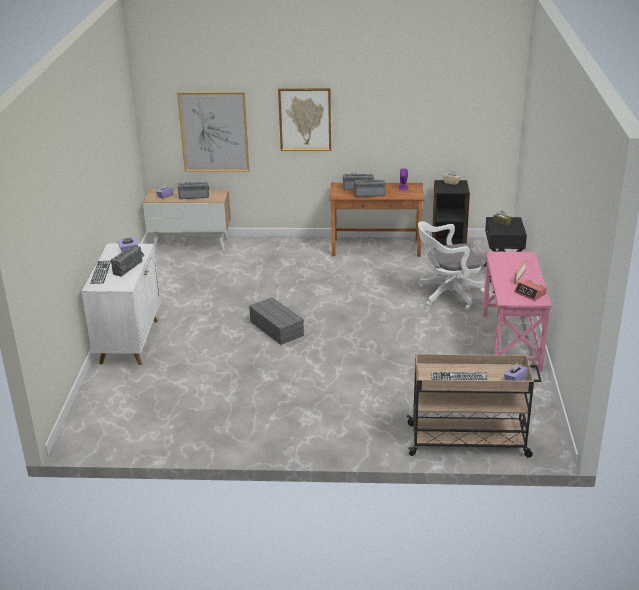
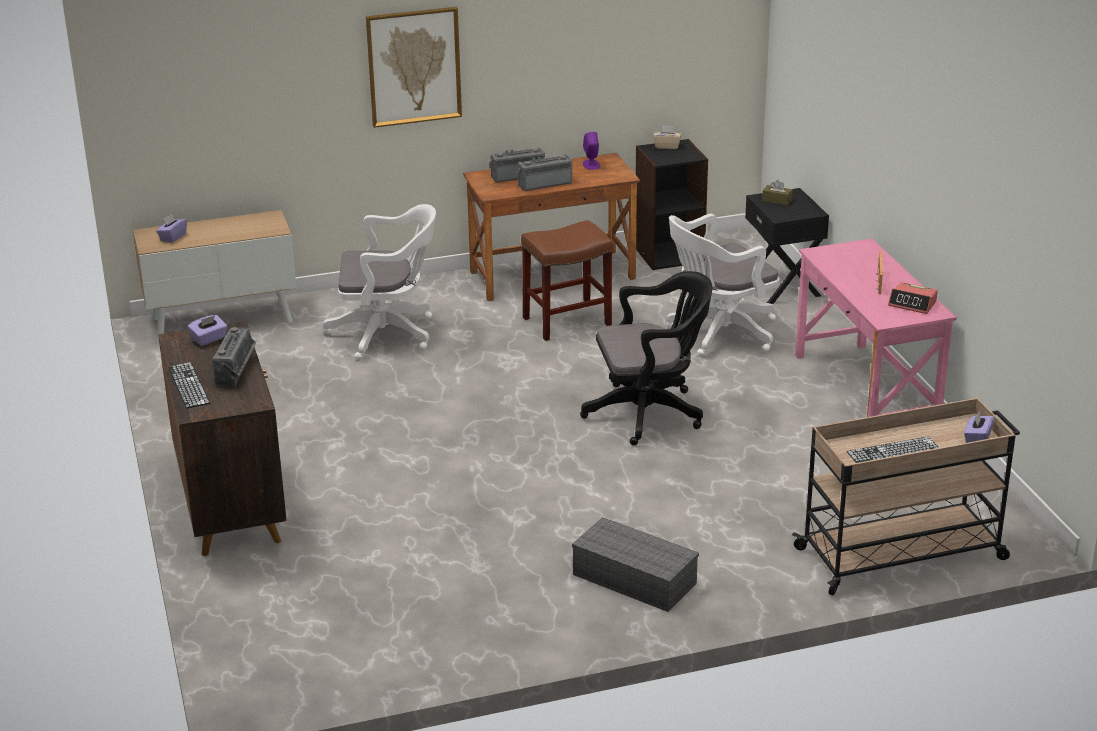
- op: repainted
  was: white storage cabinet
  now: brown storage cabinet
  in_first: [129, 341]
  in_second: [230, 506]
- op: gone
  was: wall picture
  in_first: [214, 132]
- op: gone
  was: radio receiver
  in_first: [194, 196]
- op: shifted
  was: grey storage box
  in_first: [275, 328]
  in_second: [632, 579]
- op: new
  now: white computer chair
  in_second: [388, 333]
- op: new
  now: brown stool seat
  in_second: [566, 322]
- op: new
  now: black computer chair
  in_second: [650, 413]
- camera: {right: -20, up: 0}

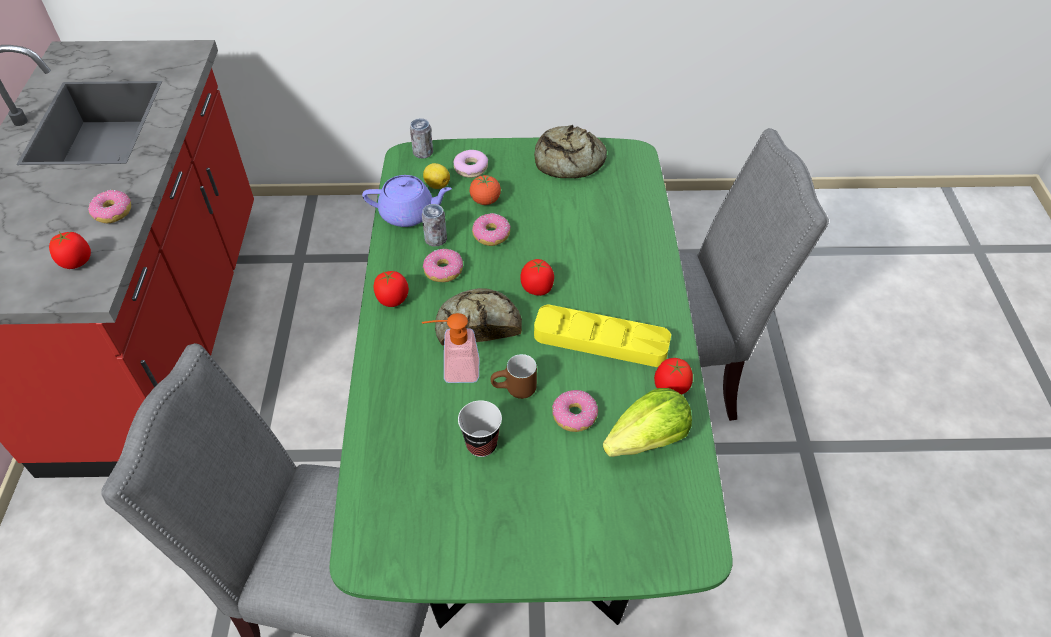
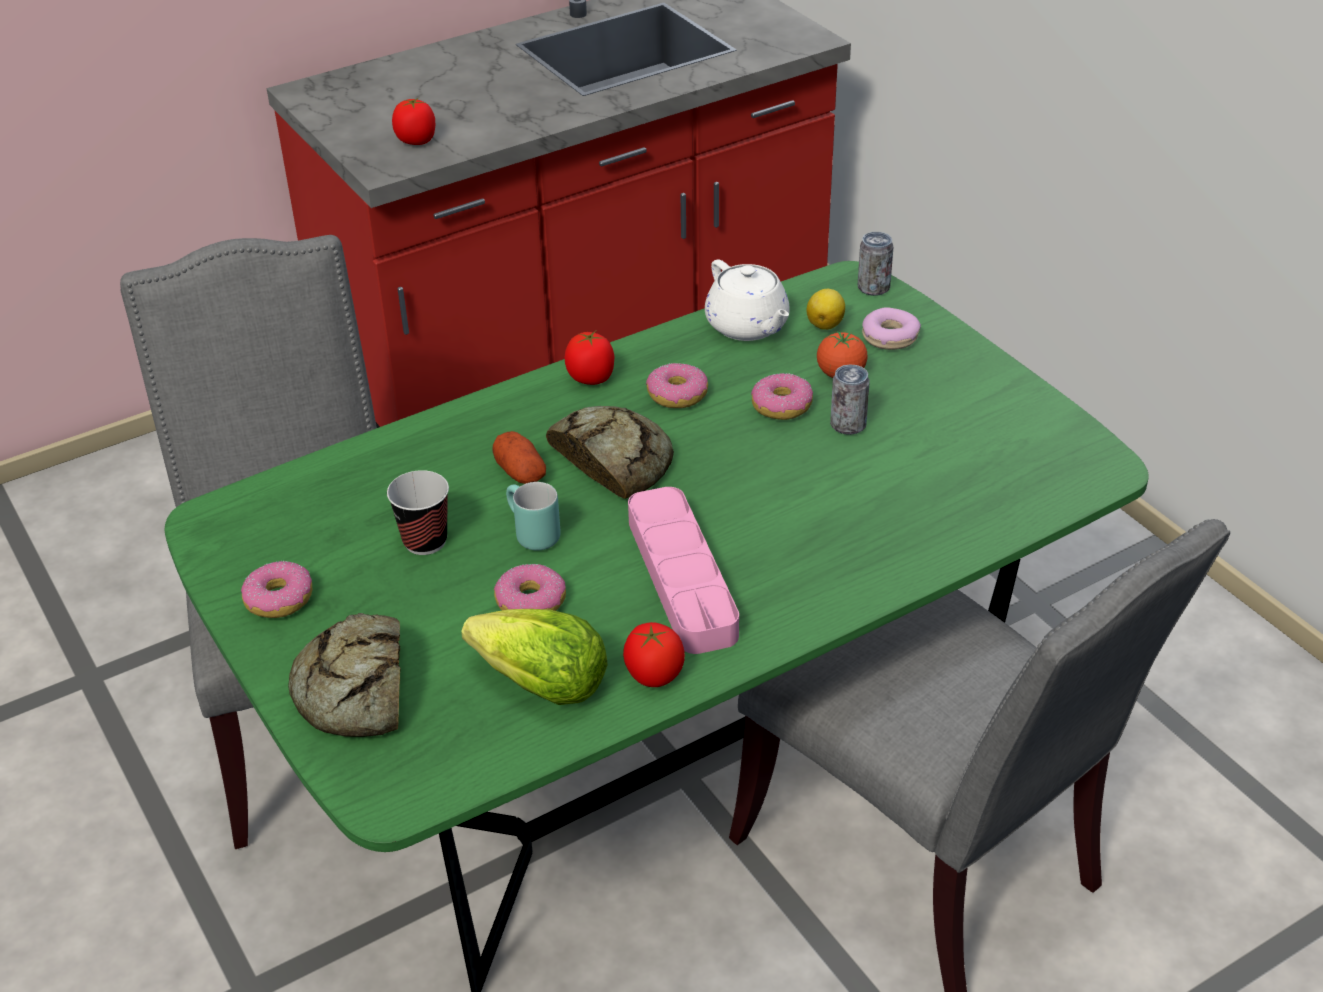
- op: shifted
  was: donut
  in_first: [112, 212]
  in_second: [279, 599]
- op: repainted
  was: purple-coloured pot for tea
  now: white pot for tea
  in_first: [408, 214]
  in_second: [748, 326]
- op: shifted
  was: sealed can
  in_first: [436, 239]
  in_second: [848, 425]
- op: swapped
  was: soap bottle
  now: whole potato
  in_first: [454, 370]
  in_second: [520, 472]
- op: repainted
  was: brown coffee mug
  now: blue-green coffee mug
  in_first: [515, 391]
  in_second: [529, 534]
- op: gone
  was: tomato
  in_first: [537, 288]
- op: shifted
  was: bread
  in_first: [568, 161]
  in_second: [356, 689]
- op: repainted
  was: yellow carrying tray
  now: pink carrying tray
  in_first: [601, 340]
  in_second: [681, 577]
- camera: {right: 60, up: -10}

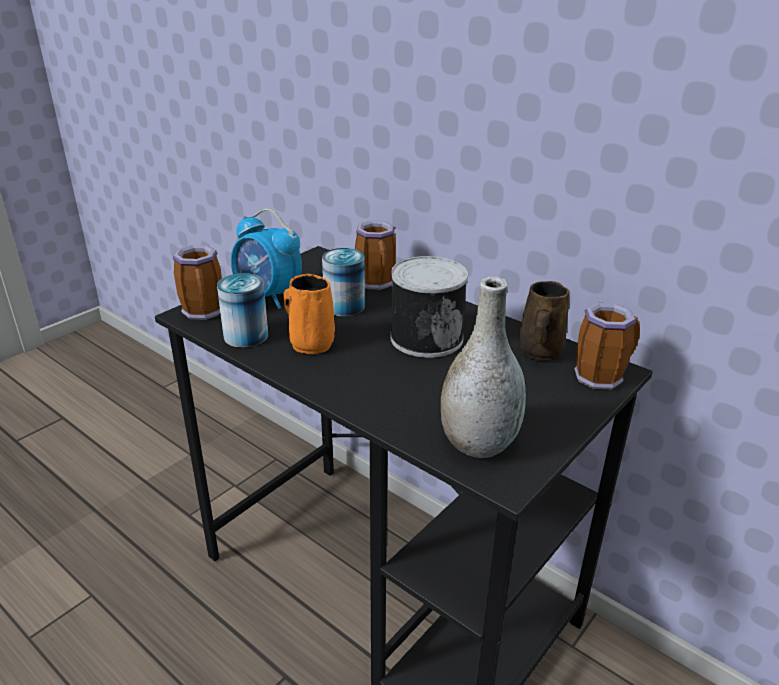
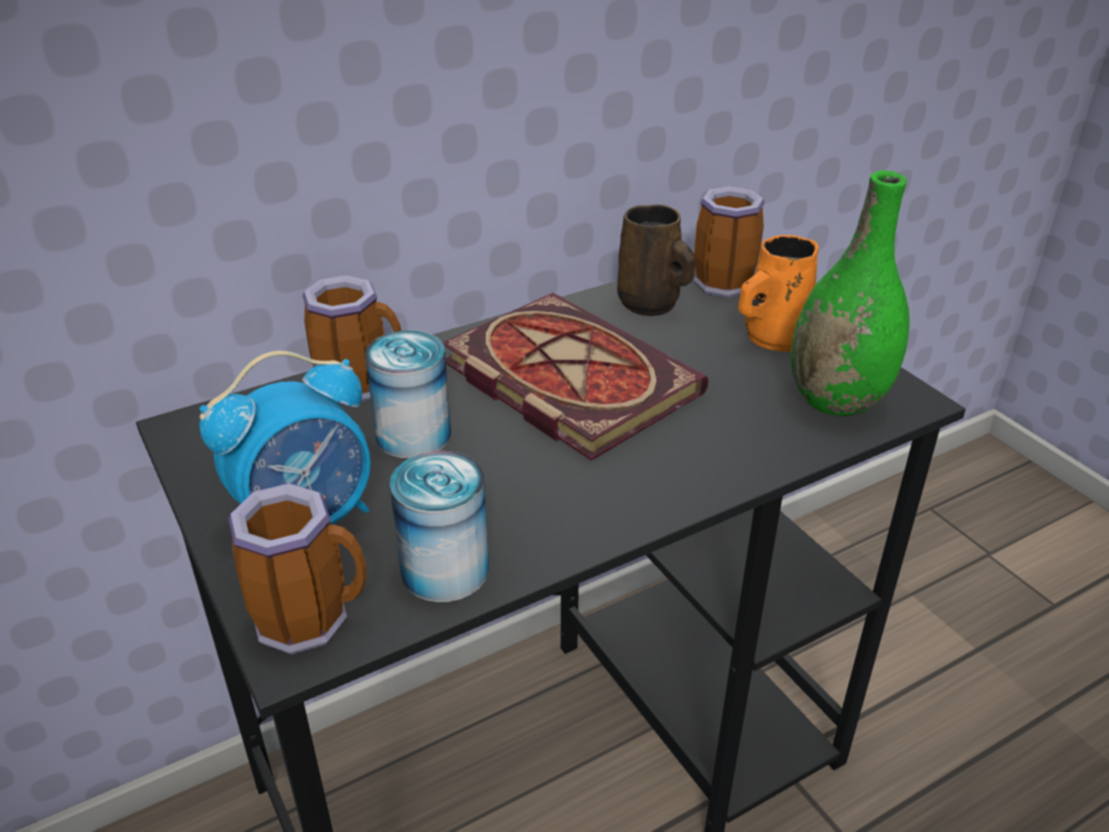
- op: shifted
  was: orangey coffee mug
  in_first: [310, 343]
  in_second: [772, 338]
- op: swapped
  was: sealed can
  now: bound book
  in_first: [426, 337]
  in_second: [562, 379]
- op: repainted
  was: grey vase
  now: greenish vase
  in_first: [478, 444]
  in_second: [837, 400]
- camera: {right: -70, up: 5}

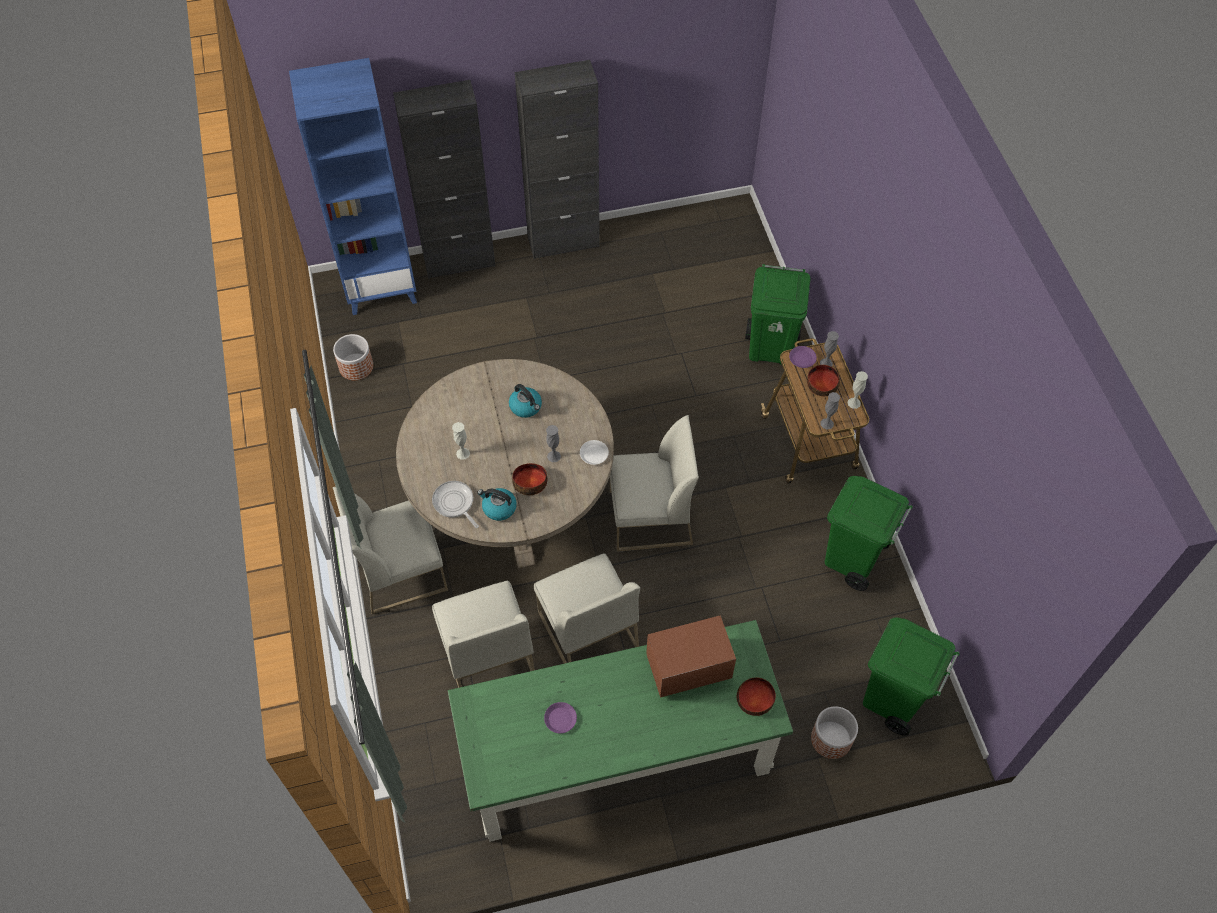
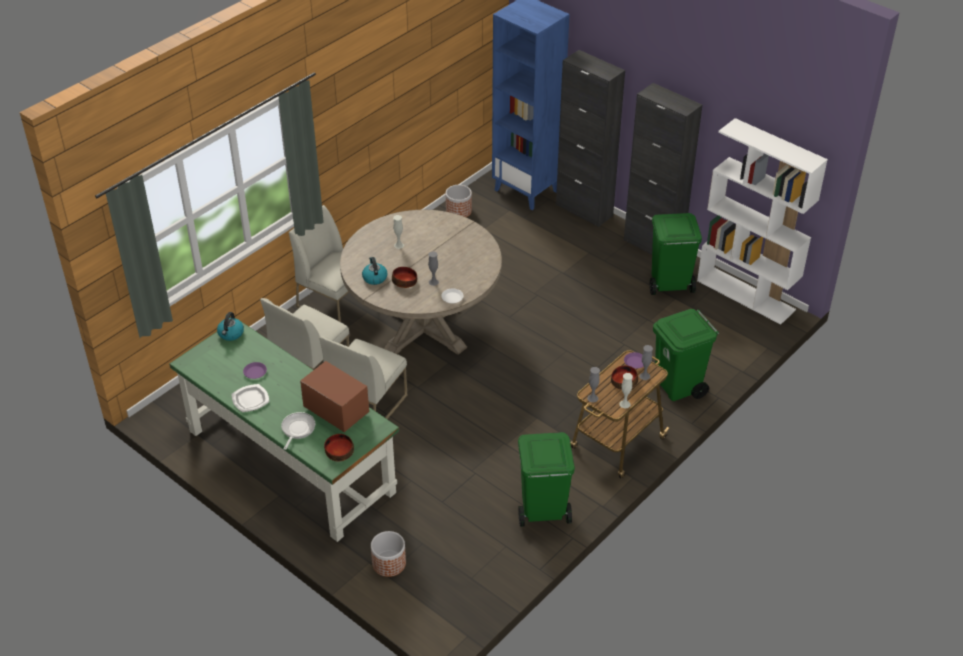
- op: shifted
  was: pan
  in_first: [454, 503]
  in_second: [297, 429]
- op: shifted
  was: water kettle
  in_first: [526, 407]
  in_second: [231, 334]
- op: gone
  was: white upright chair
  in_first: [650, 518]
- op: shifted
  was: greenish trash can
  in_first: [892, 699]
  in_second: [669, 285]
- op: new
  now: dinner plate
  in_second: [250, 399]
- op: new
  now: white bookshelf
  in_second: [746, 295]
- camera: {right: 55, up: -15}

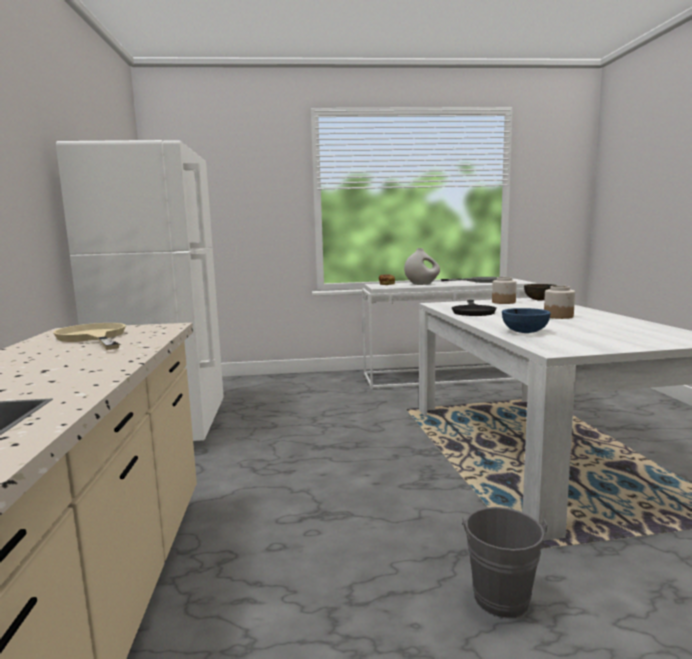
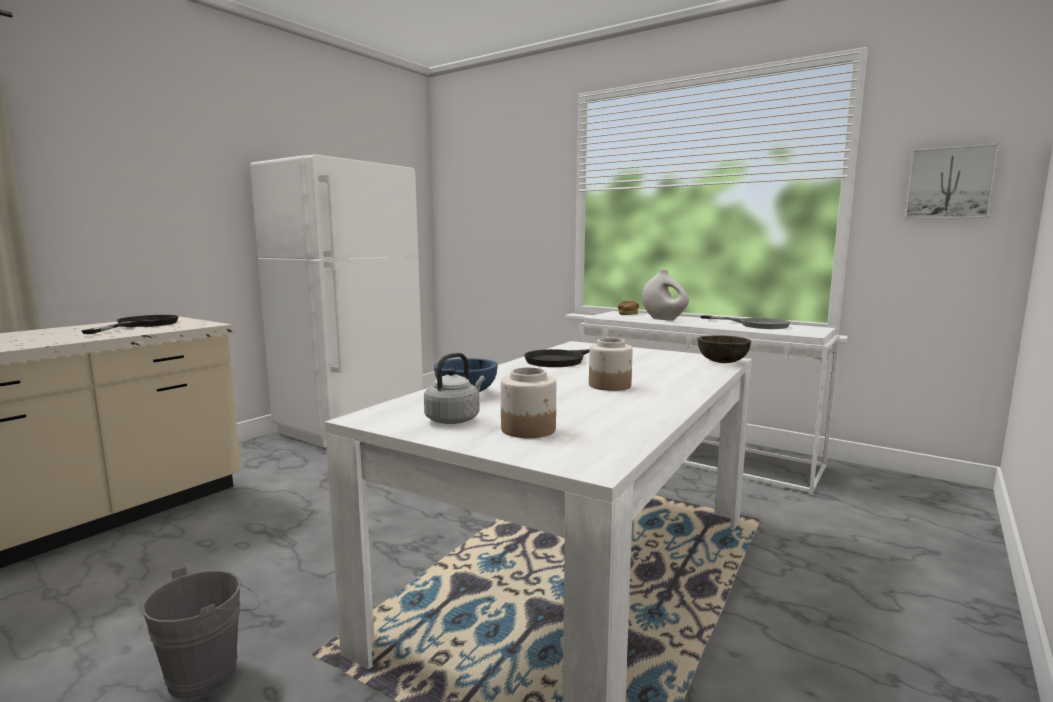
- op: repainted
  was: beige pan
  now: black pan
  in_first: [93, 337]
  in_second: [141, 325]
- op: shifted
  was: jar
  in_first: [504, 302]
  in_second: [529, 429]
- op: new
  now: grey water kettle
  in_second: [454, 419]
- op: new
  now: wall picture
  in_second: [949, 183]
- camera: {right: 40, up: 0}

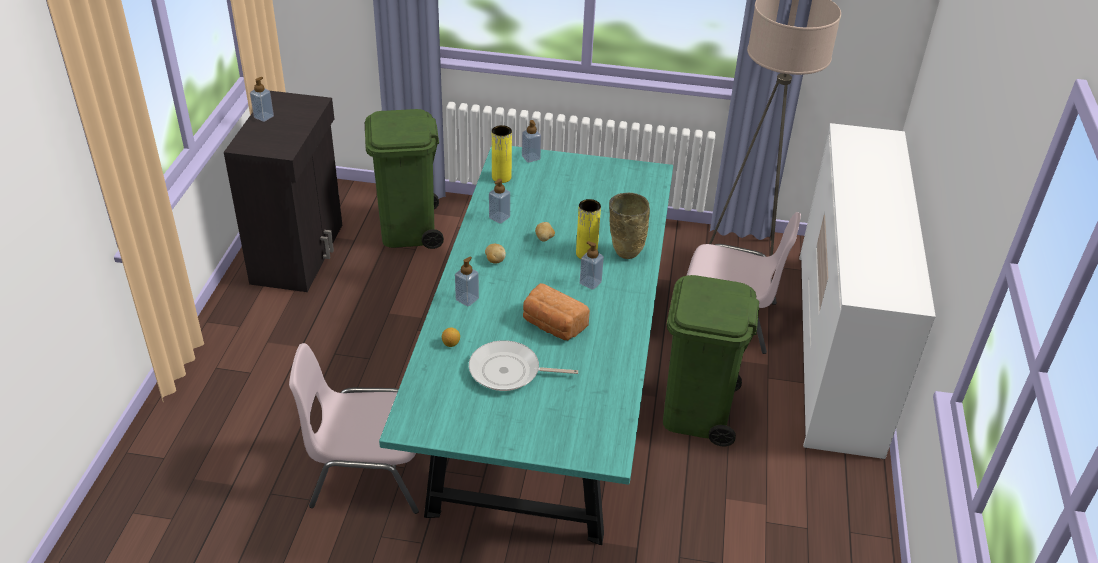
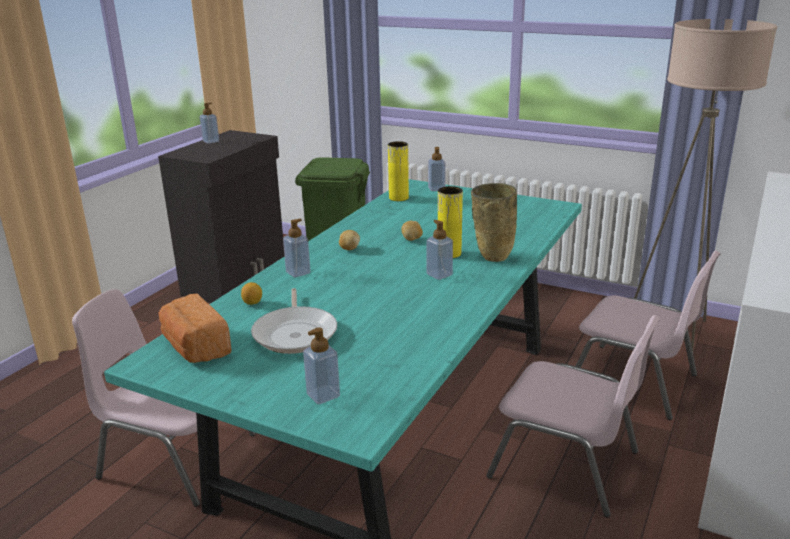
- op: rotated
  was: pan
  in_first: [509, 372]
  in_second: [295, 333]
  clockwise: -120
- op: shifted
  was: soap bottle
  in_first: [499, 217]
  in_second: [323, 395]
- op: shifted
  was: bread
  in_first: [552, 326]
  in_second: [195, 347]
- op: swapped
  was: greenish trash can
  now: pink upright chair
  in_first: [697, 412]
  in_second: [566, 465]
- camera: {right: 20, up: -15}

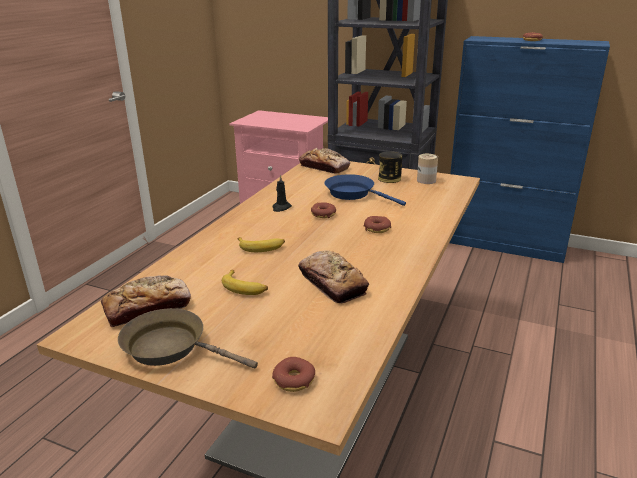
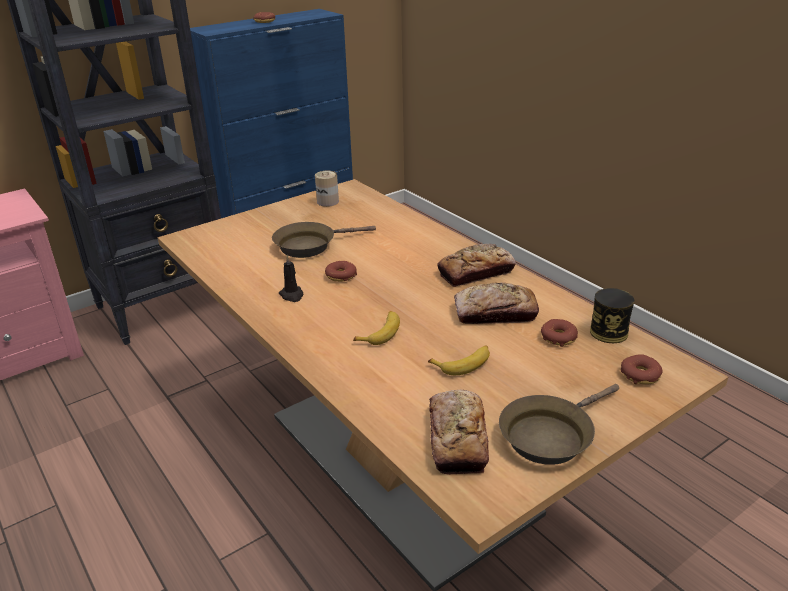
- op: shifted
  was: bread
  in_first: [324, 167]
  in_second: [476, 272]
- op: repainted
  was: blue pan
  now: brown pan
  in_first: [353, 194]
  in_second: [310, 245]
- op: shifted
  was: donut
  in_first: [377, 228]
  in_second: [558, 337]
- op: shifted
  was: sealed can
  in_first: [389, 179]
  in_second: [608, 332]
- camera: {right: -60, up: 5}

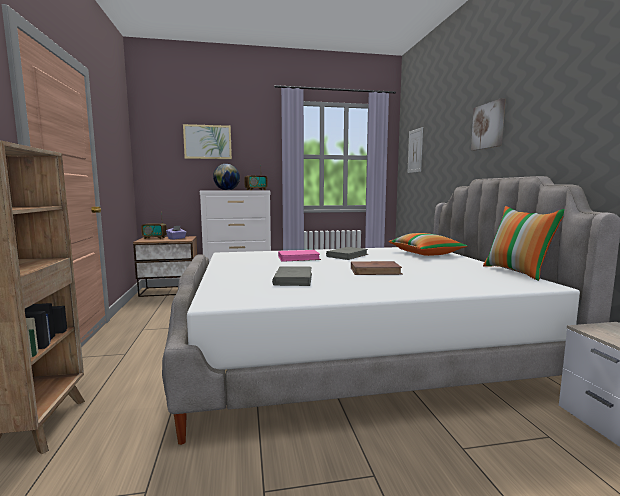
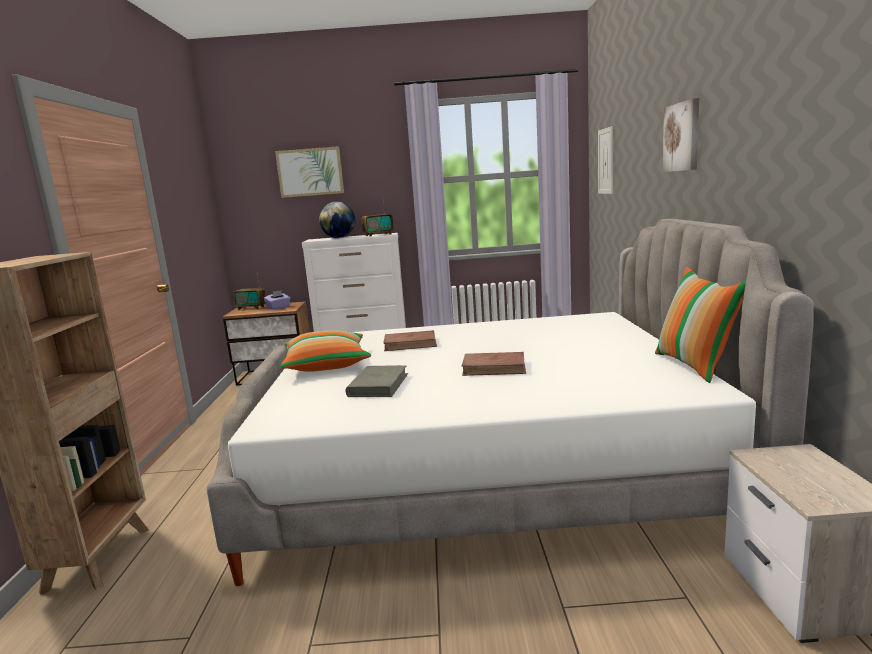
- op: repainted
  was: pink bound book
  now: brown bound book
  in_first: [299, 258]
  in_second: [410, 344]
- op: gone
  was: grey bound book
  in_first: [347, 255]
- op: shifted
  was: pillow
  in_first: [425, 253]
  in_second: [327, 364]
- camera: {right: 10, up: 5}

